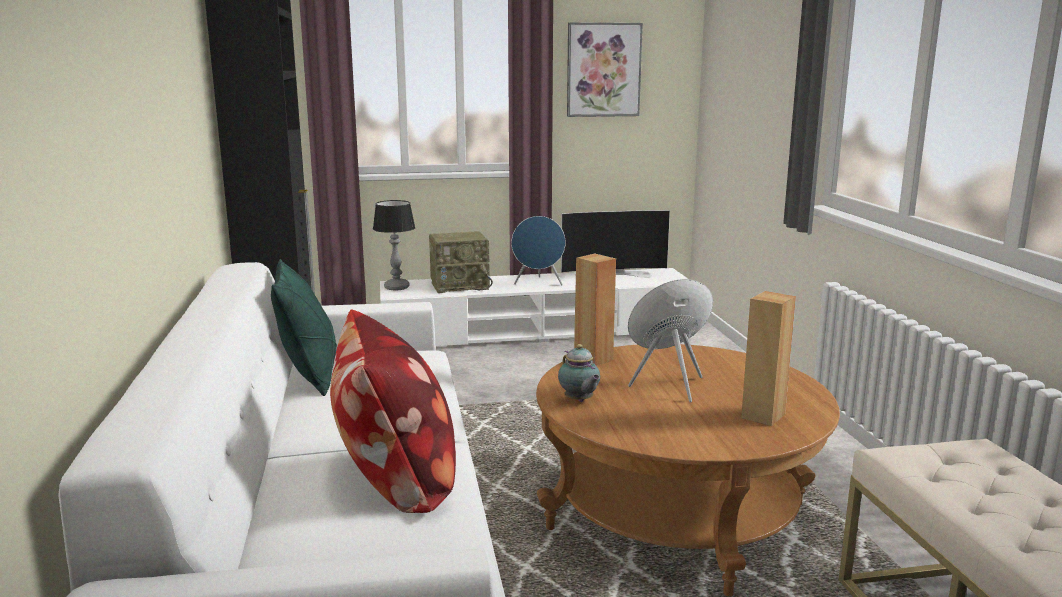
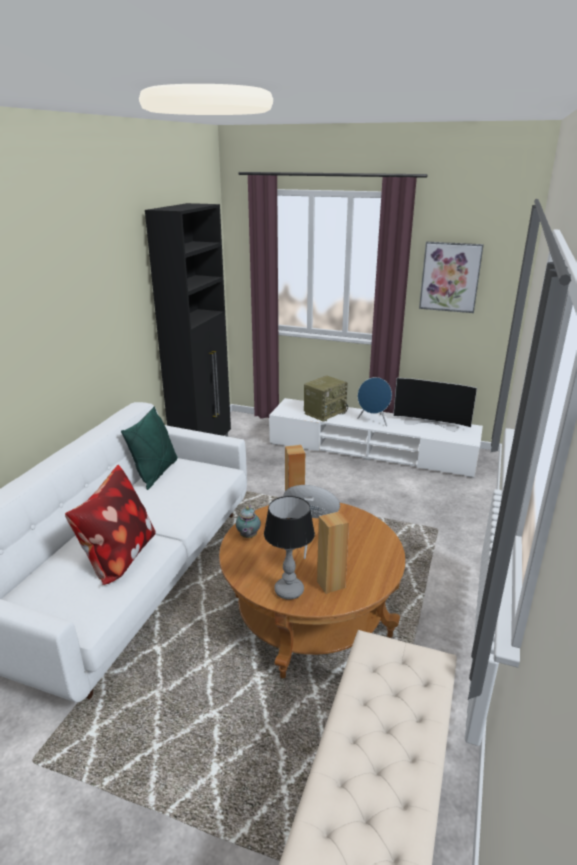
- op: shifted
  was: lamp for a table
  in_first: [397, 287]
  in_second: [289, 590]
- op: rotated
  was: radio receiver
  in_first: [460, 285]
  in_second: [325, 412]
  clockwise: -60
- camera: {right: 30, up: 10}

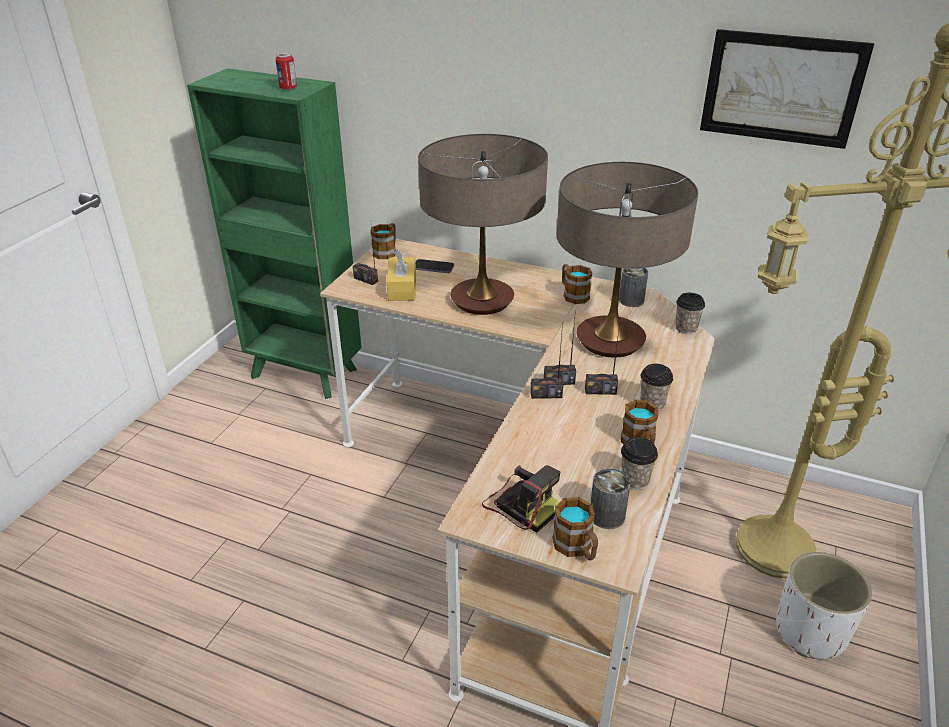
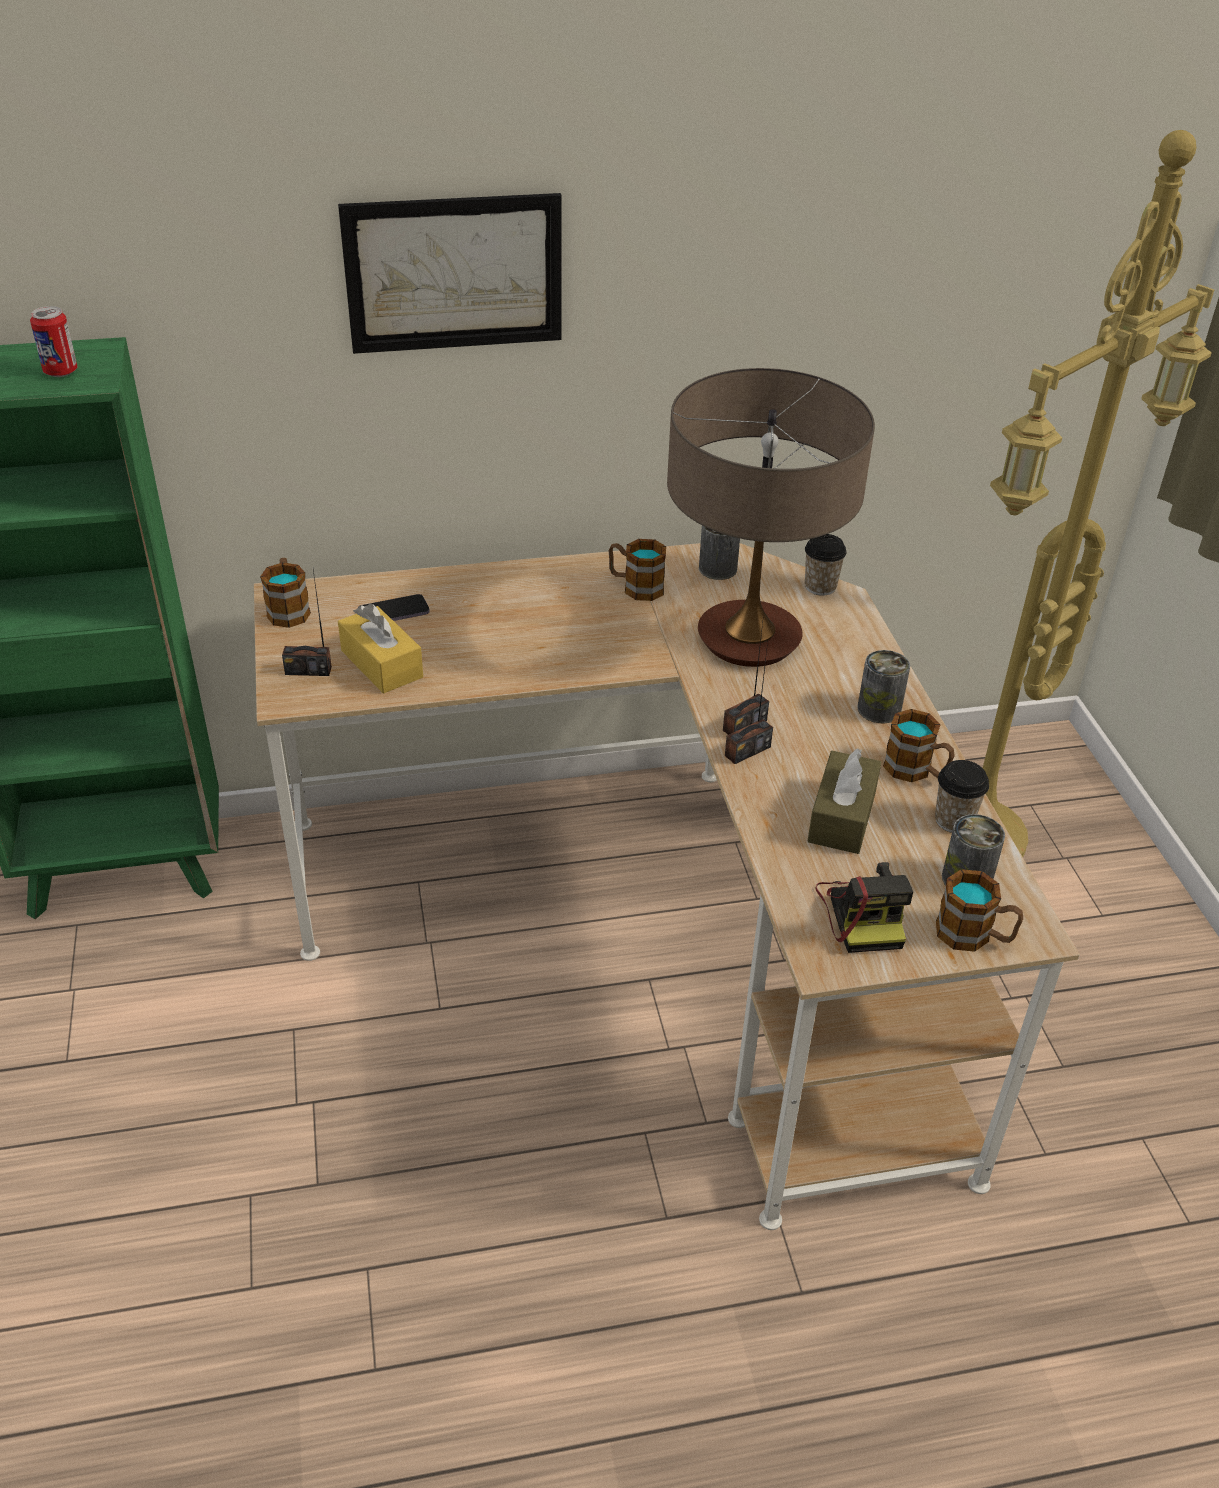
- op: gone
  was: lamp for a table
  in_first: [482, 300]
- op: rotated
  was: photo camera
  in_first: [521, 504]
  in_second: [863, 913]
  clockwise: 75
- op: gone
  was: radio receiver
  in_first: [600, 391]
- op: swapped
  was: drinking cup
  now: sealed can
  in_first: [652, 403]
  in_second: [879, 709]
- op: shifted
  was: wall picture
  in_first: [781, 88]
  in_second: [454, 273]
- op: gone
  was: white planter
  in_first: [810, 632]
- op: new
  now: brown tissue holder
  in_second: [842, 816]
- camera: {right: -35, up: 5}

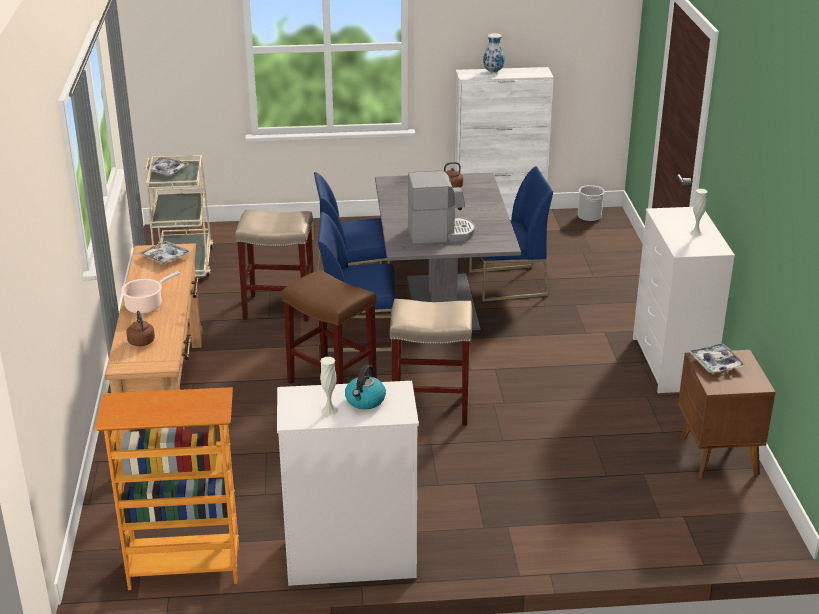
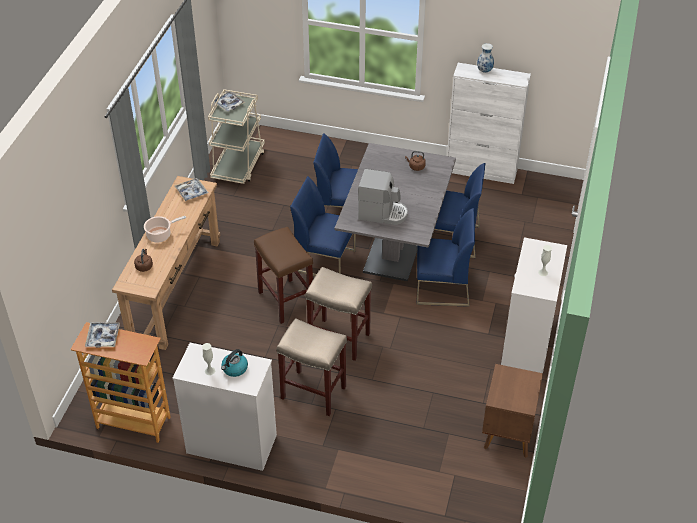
- op: shifted
  was: beige stool seat
  in_first: [278, 308]
  in_second: [312, 392]
- op: gone
  was: bucket
  in_first: [589, 216]
- op: shifted
  was: carrying tray
  in_first: [716, 363]
  in_second: [103, 337]
- op: new
  now: blue upright chair
  in_second: [442, 288]
- camera: {right: 20, up: 15}

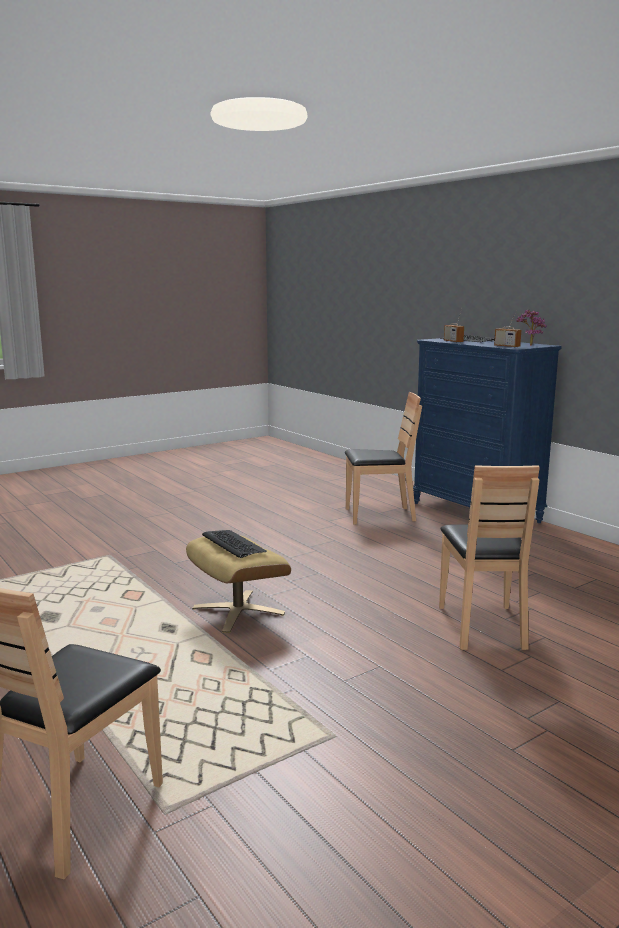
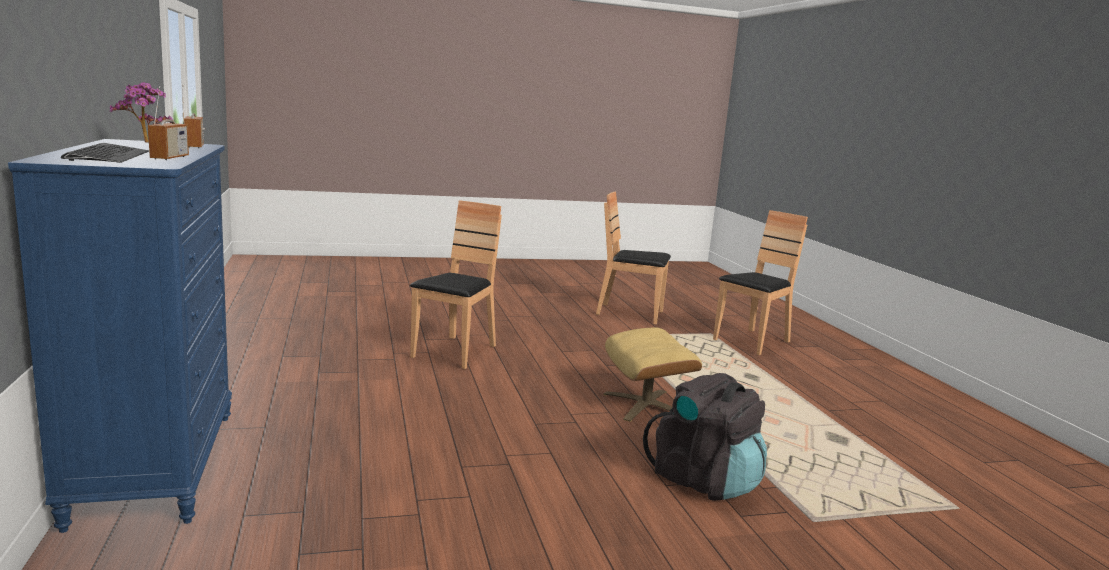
- op: gone
  was: computer keyboard
  in_first: [233, 544]
- op: shifted
  was: brown upright chair
  in_first: [379, 515]
  in_second: [630, 313]
- op: new
  now: black knapsack
  in_second: [704, 481]
- camera: {right: -160, up: 0}

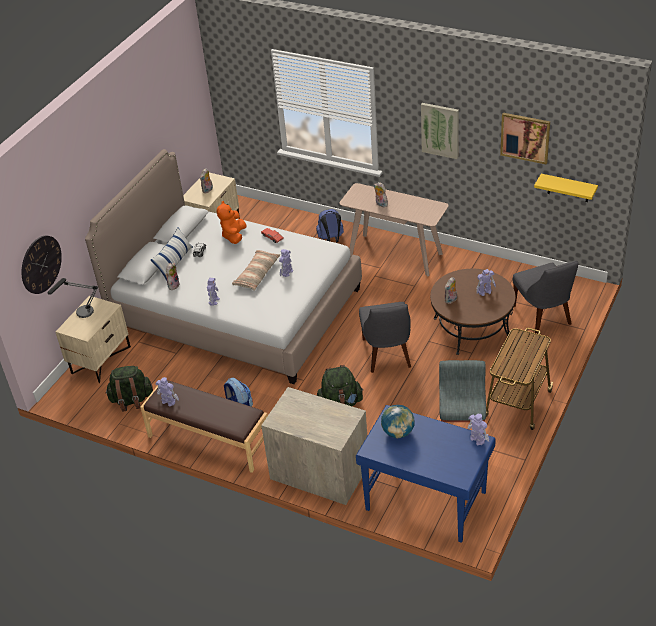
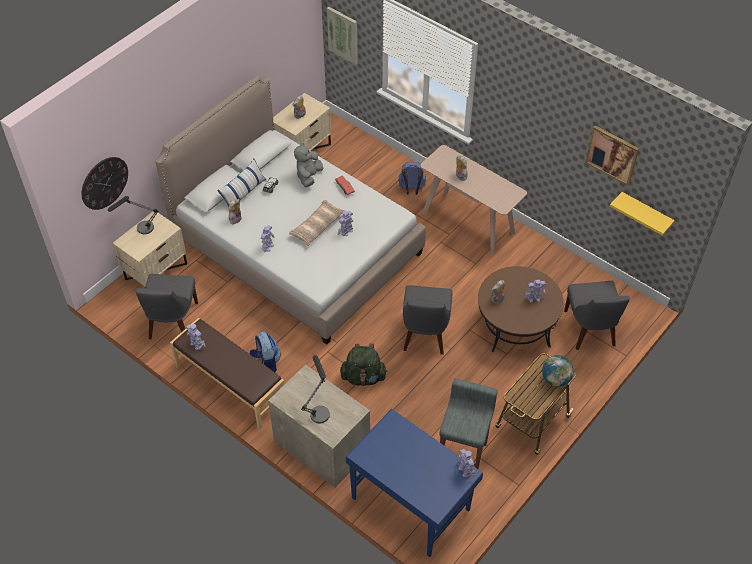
- op: swapped
  was: greenish knapsack
  now: grey upright chair
  in_first: [131, 400]
  in_second: [172, 323]
- op: repainted
  was: orangey cuddly toy
  now: grey cuddly toy
  in_first: [234, 236]
  in_second: [309, 176]
- op: shifted
  was: world globe
  in_first: [398, 432]
  in_second: [555, 379]
- op: shifted
  was: wall picture
  in_first: [440, 130]
  in_second: [343, 35]
- op: new
  now: lamp for a table
  in_second: [319, 409]
- camera: {right: 10, up: 10}

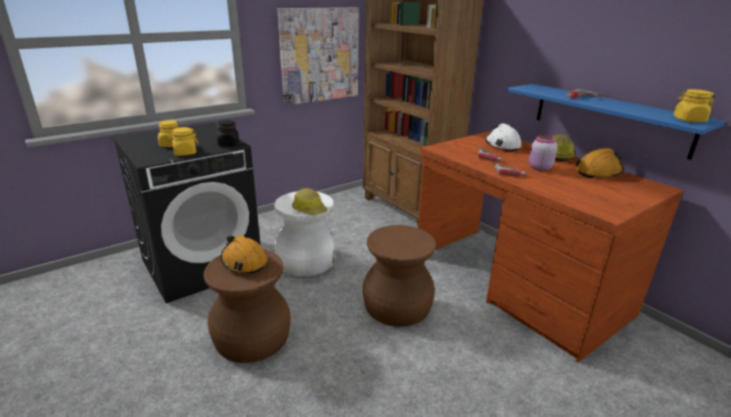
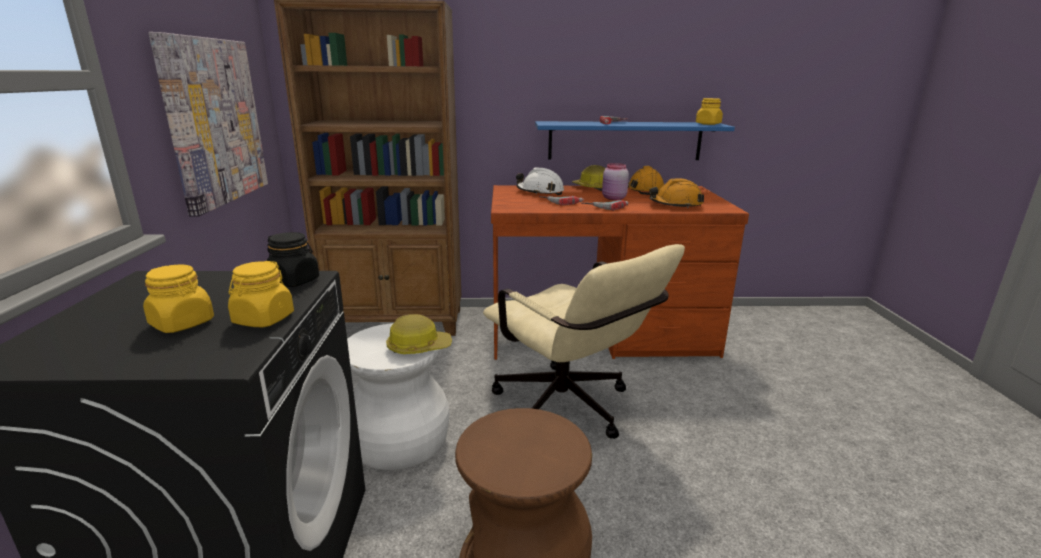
- op: shifted
  was: orangey safety helmet
  in_first: [244, 261]
  in_second: [675, 205]
- op: swapped
  was: brown stool seat
  now: beige computer chair
  in_first: [396, 306]
  in_second: [570, 411]
- camera: {right: -55, up: -5}

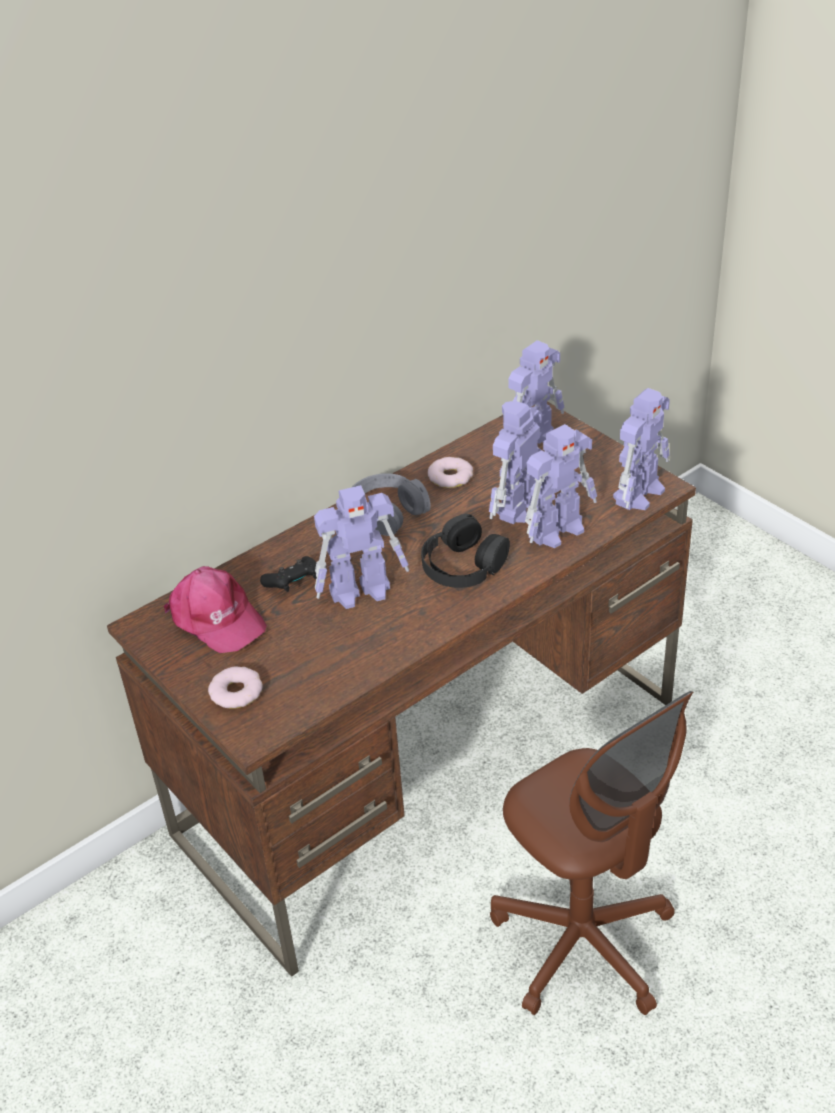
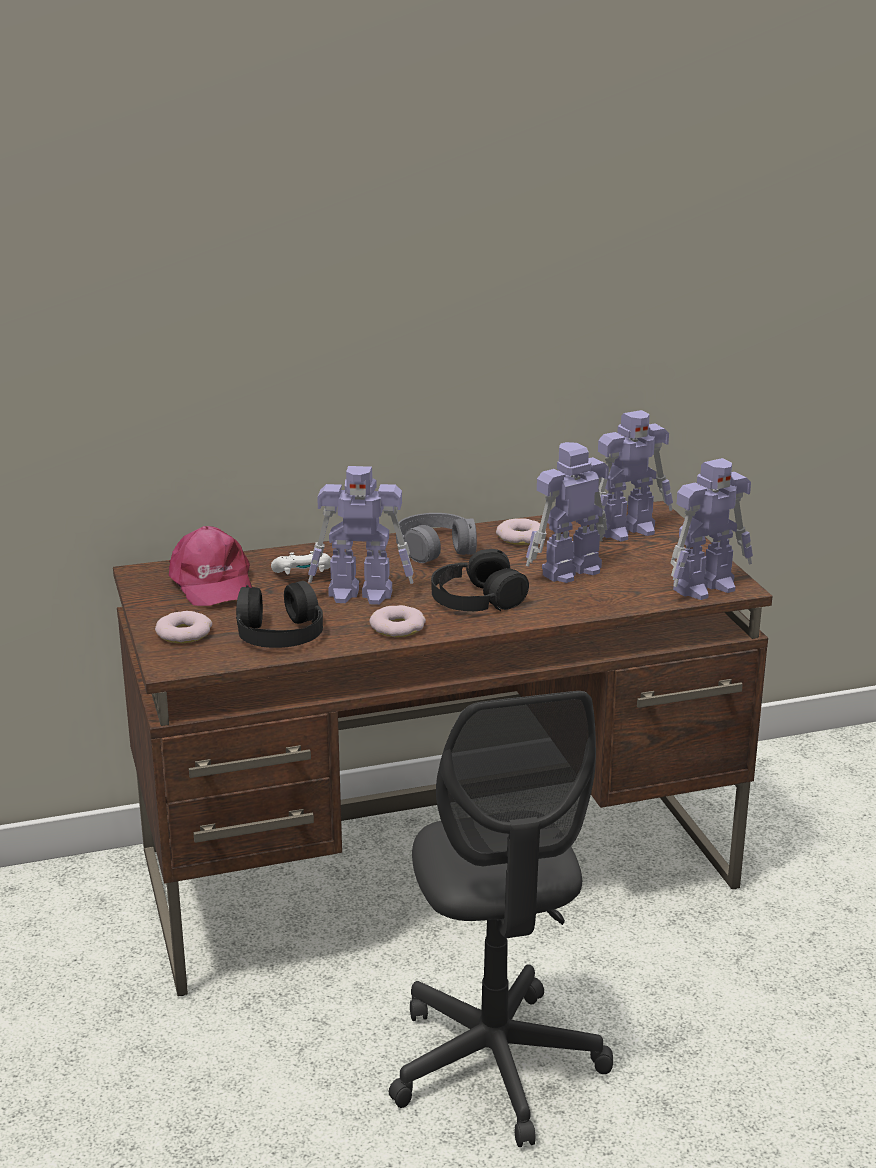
- op: repainted
  was: black joypad
  now: white joypad
  in_first: [293, 583]
  in_second: [303, 576]
- op: repainted
  was: brown computer chair
  now: grey computer chair
  in_first: [583, 943]
  in_second: [495, 1065]
- op: gone
  was: toy robot
  in_first: [558, 530]
- op: new
  now: black headphones
  in_second: [279, 632]
- op: new
  now: donut
  in_second: [397, 627]
- camera: {right: 20, up: -15}

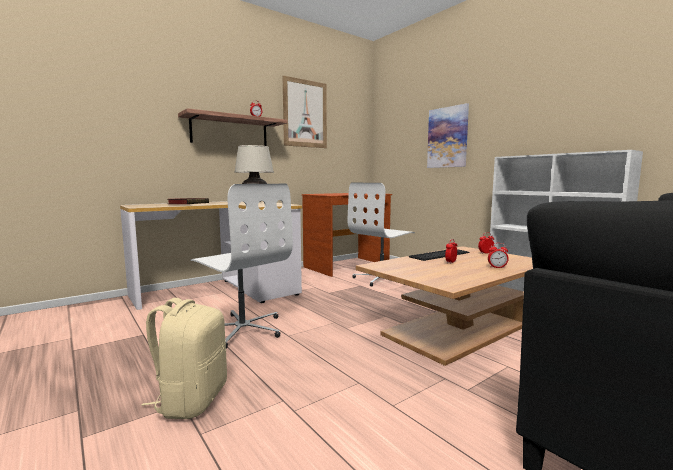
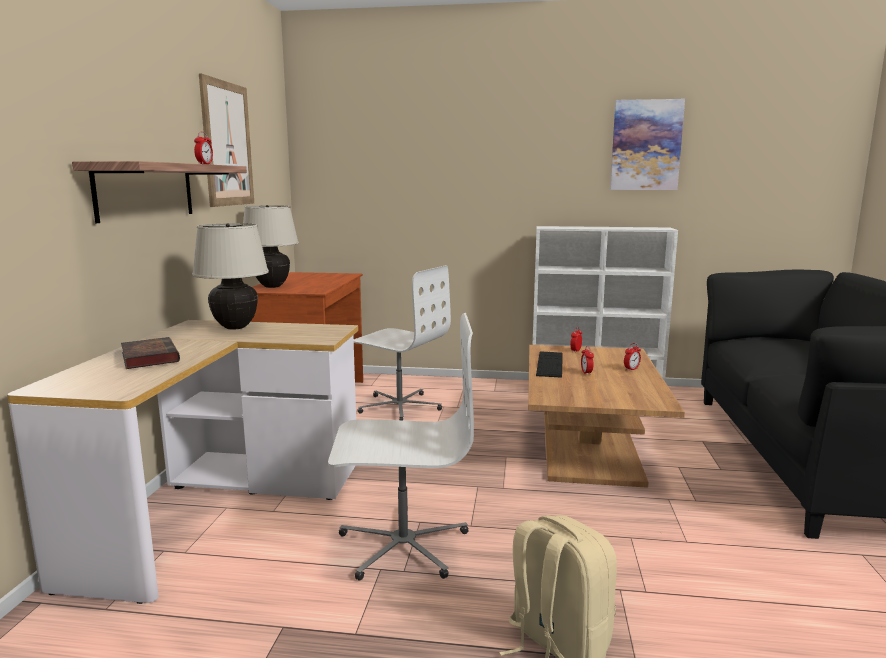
- op: rotated
  was: white computer chair
  in_first: [382, 279]
  in_second: [399, 406]
  clockwise: -60
- op: shifted
  was: wall picture
  in_first: [447, 137]
  in_second: [646, 145]
- op: new
  now: beige lamp for a table
  in_second: [272, 286]
- camera: {right: -45, up: 5}

